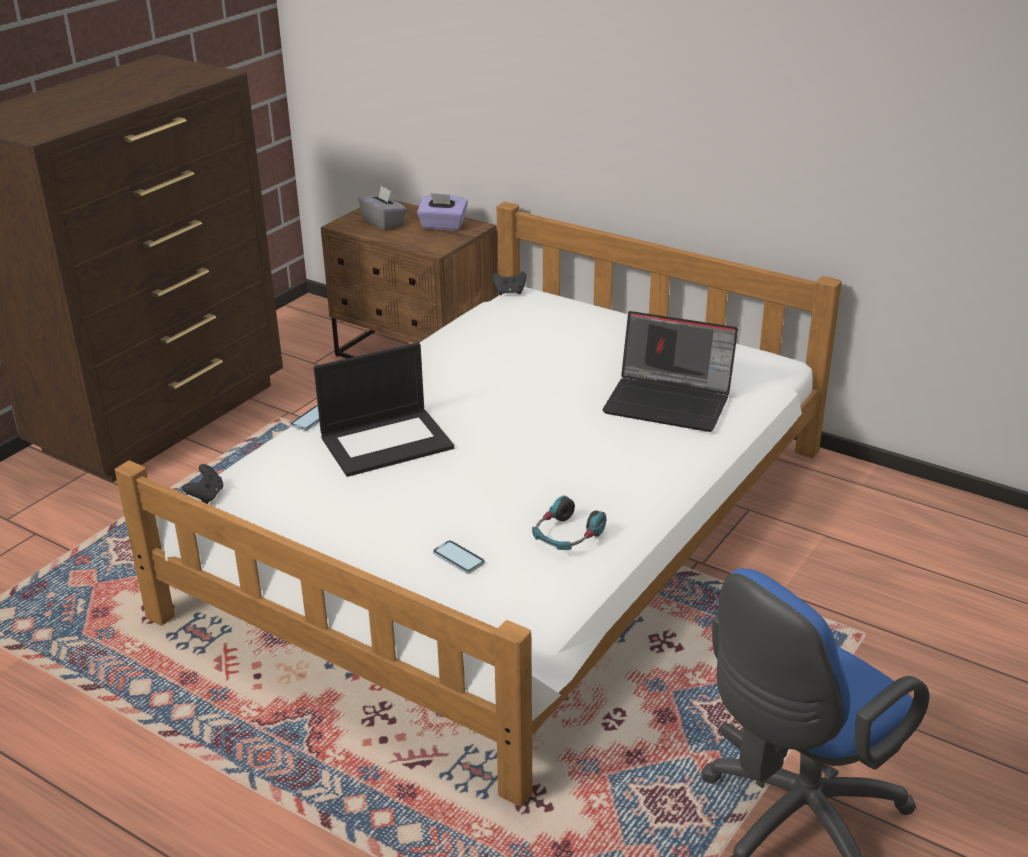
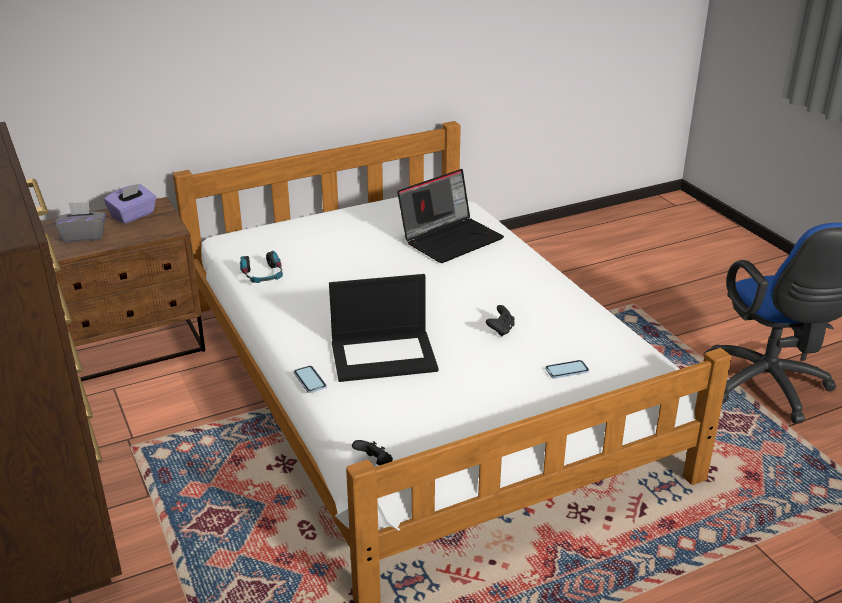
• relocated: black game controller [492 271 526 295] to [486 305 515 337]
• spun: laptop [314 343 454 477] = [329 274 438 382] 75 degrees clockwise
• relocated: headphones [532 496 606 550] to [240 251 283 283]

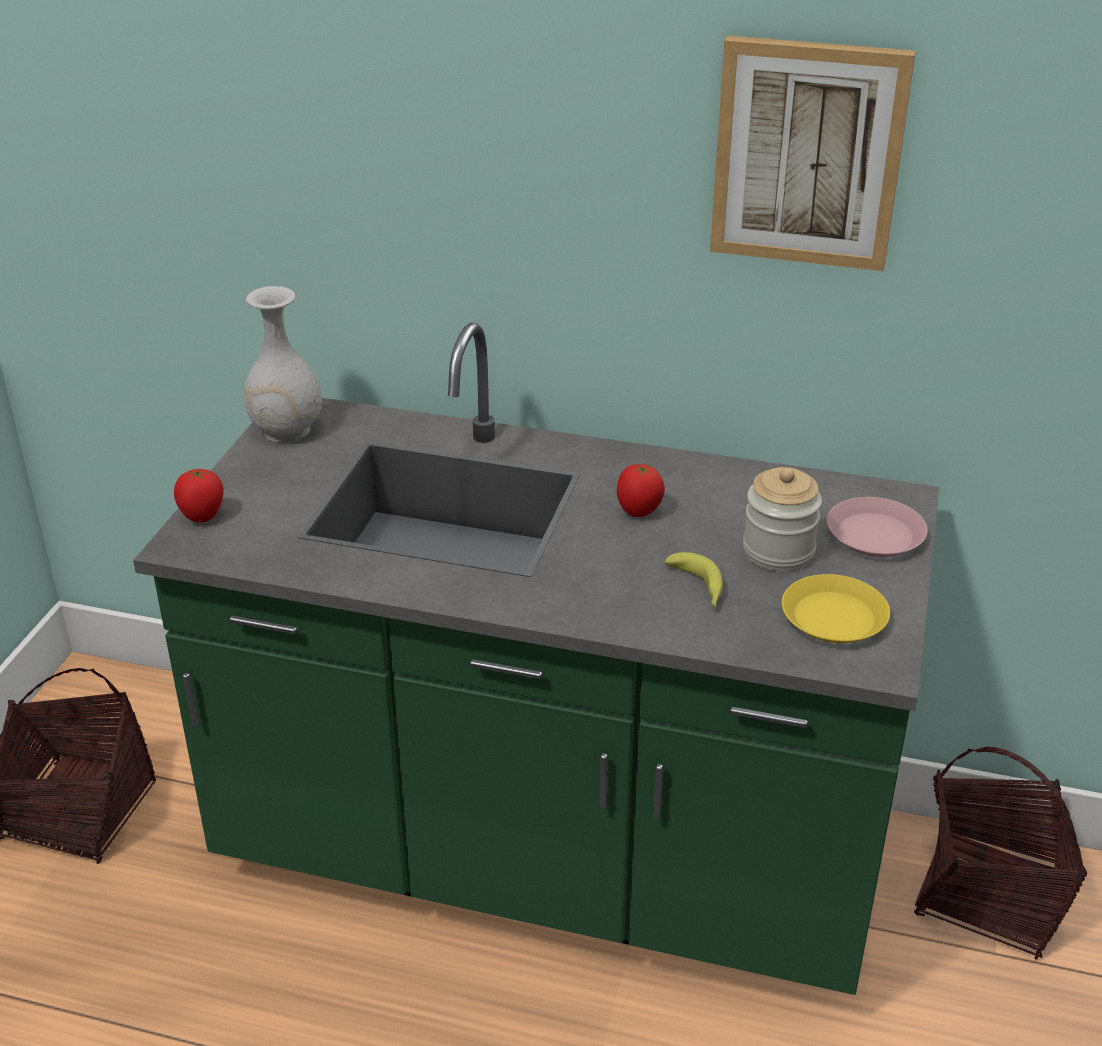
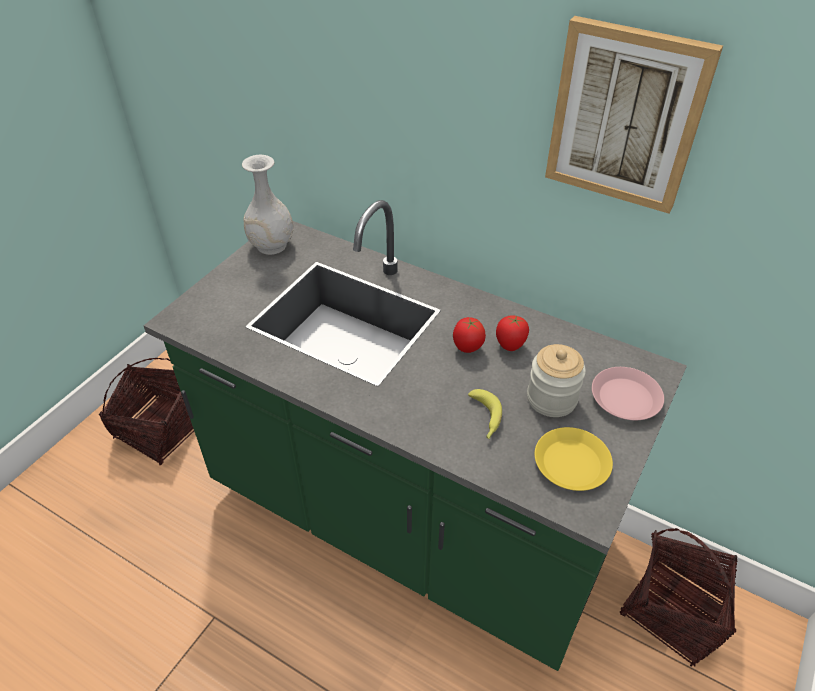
• relocated: tomato [174 468 223 523] to [496 315 529 351]

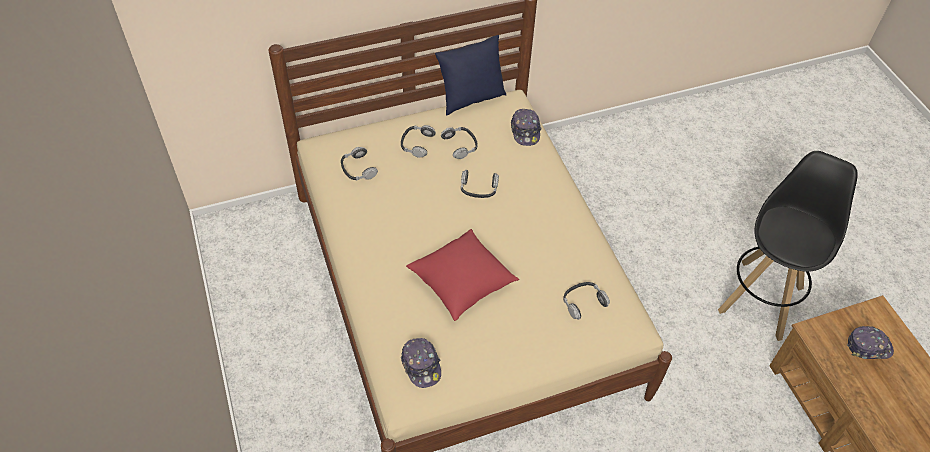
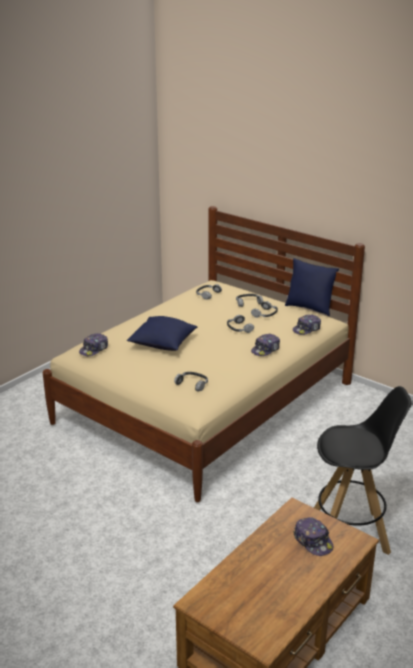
• colour: red pillow [406 229 519 321] to blue pillow [127 316 197 351]
• appeared: cap [251 334 280 356]

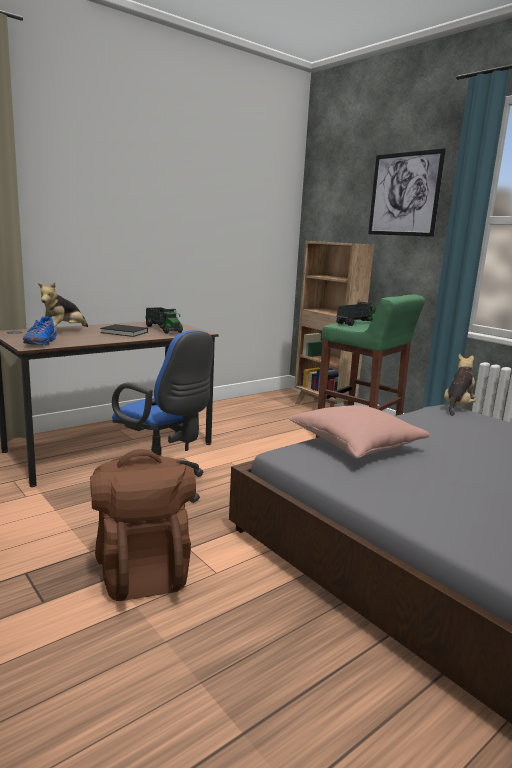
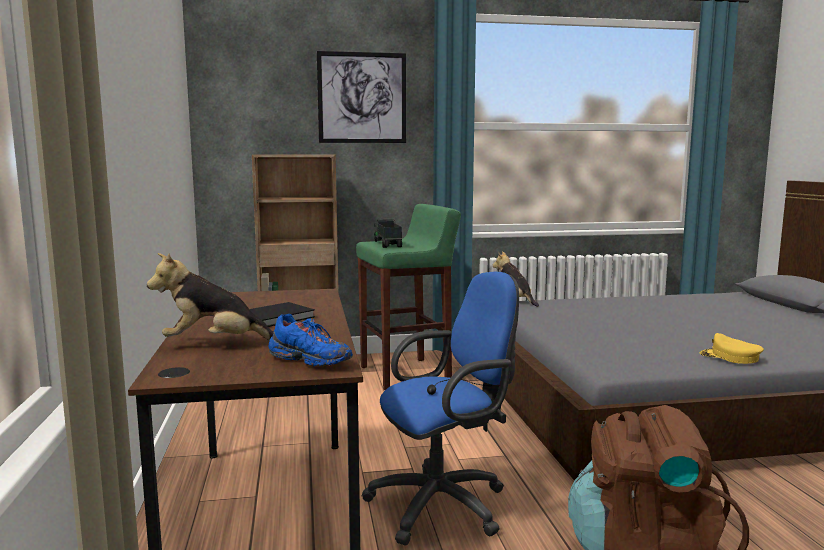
• spun: plush toy [38 282 88 327] = [147 253 274 340] 120 degrees clockwise
• missing: toy truck [145 307 183 334]
• missing: pink pillow [288 405 430 459]
• appeared: yellow cap [700 333 764 364]

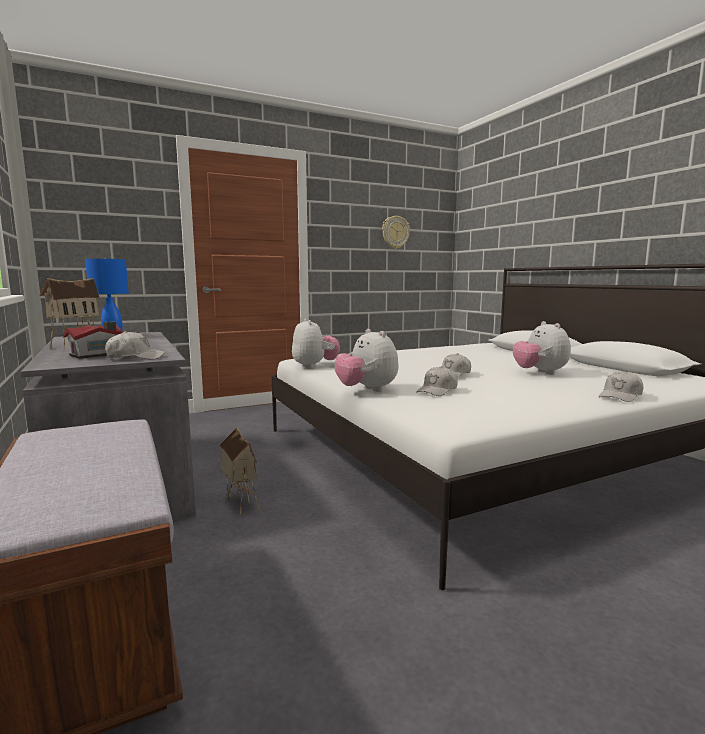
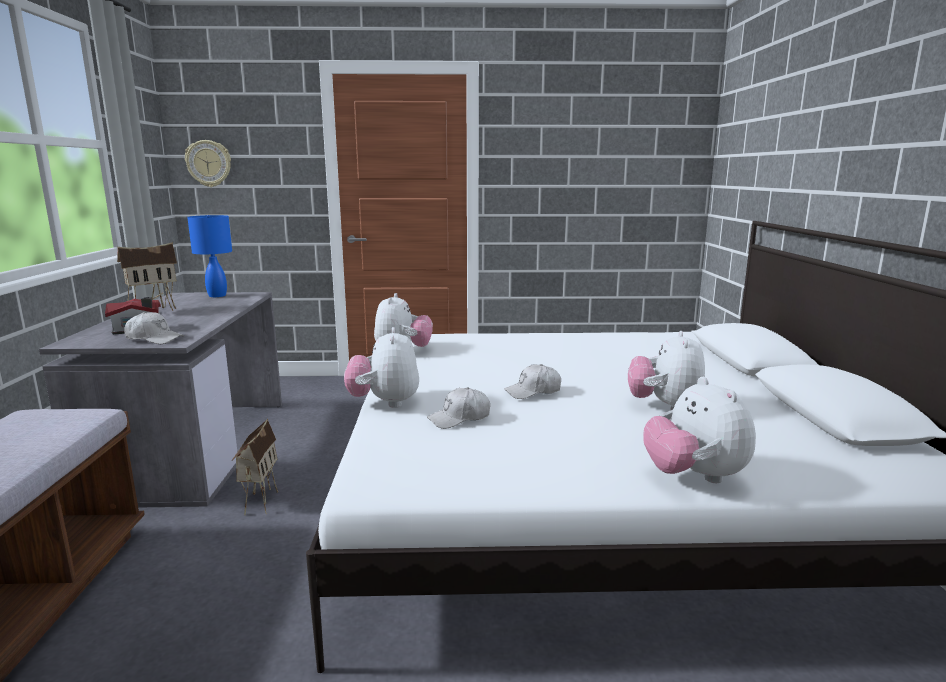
• relocated: wall clock [382 216 410 249] to [185 140 231 187]
• exchanged: white cap [599 371 643 402] to plush toy [643 377 756 483]

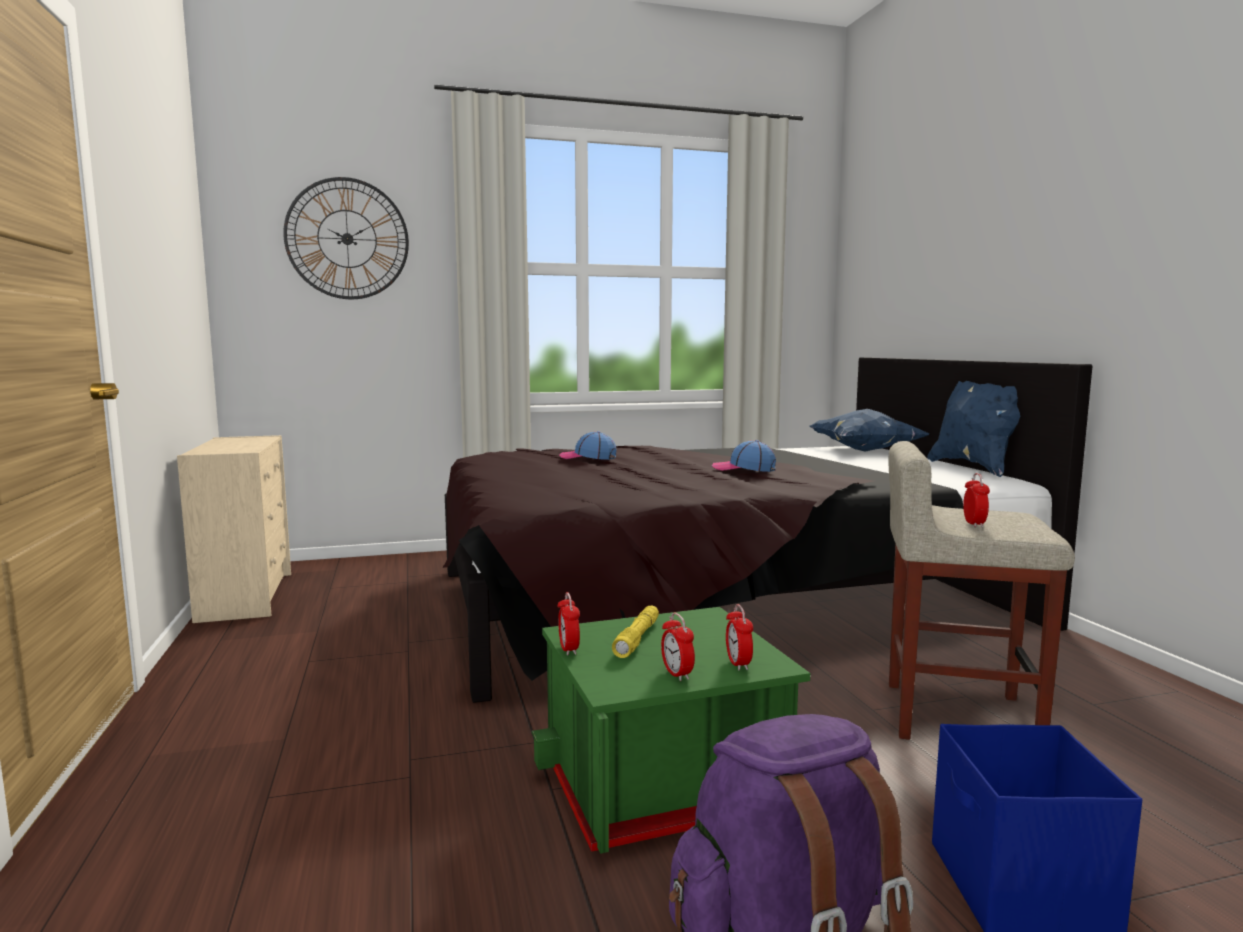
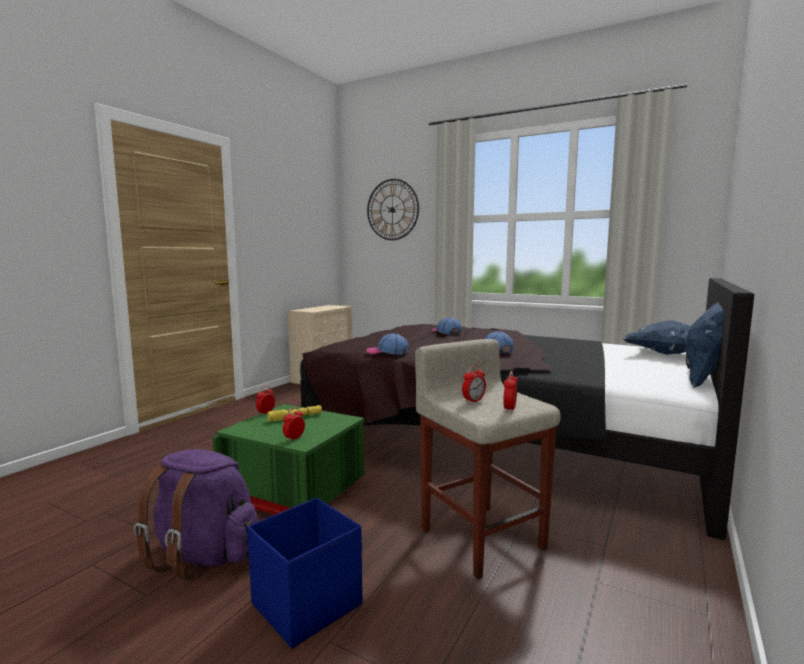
• relocated: alarm clock [661 613 695 681] to [503 371 518 412]
• appeared: cap [366 333 409 355]

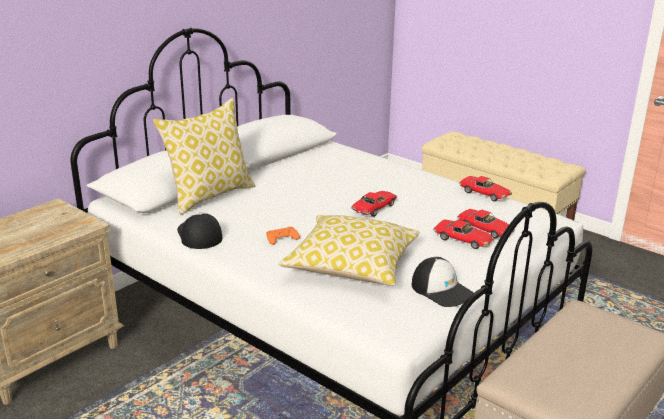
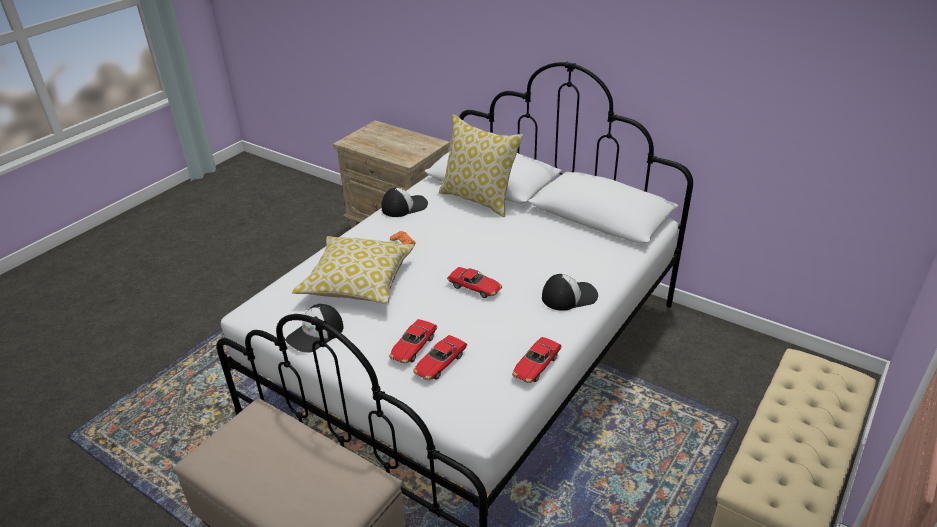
• appeared: cap [542 274 598 311]

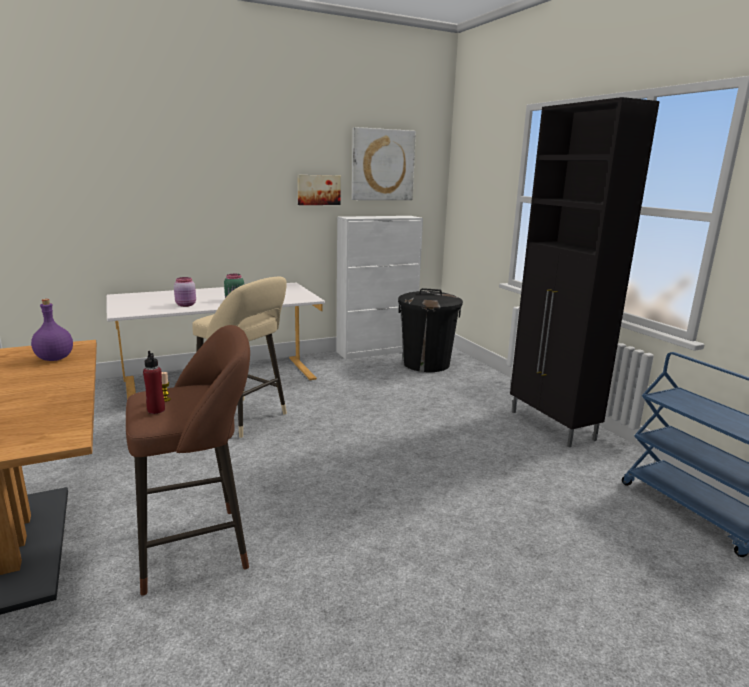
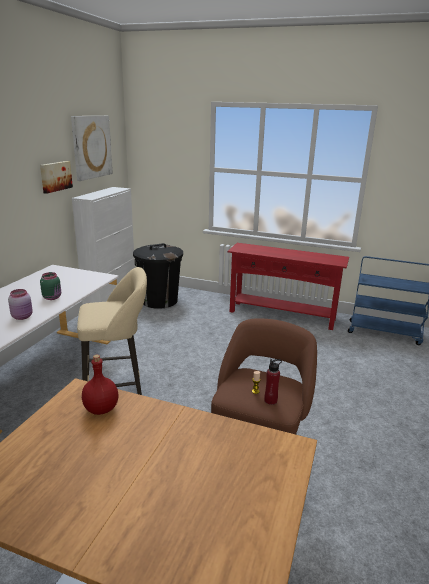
• exchanged: black cabinet [510 97 660 447] to red console table [227 243 349 330]
• colour: purple bottle [31 299 73 361] to red bottle [82 355 118 415]

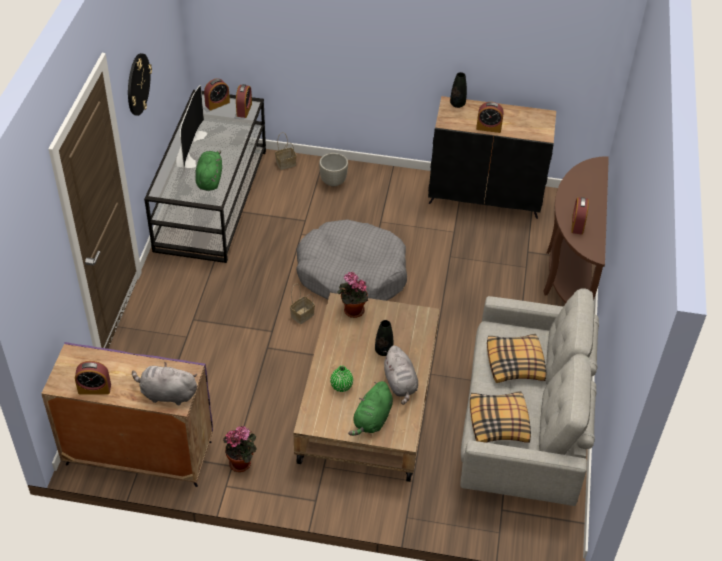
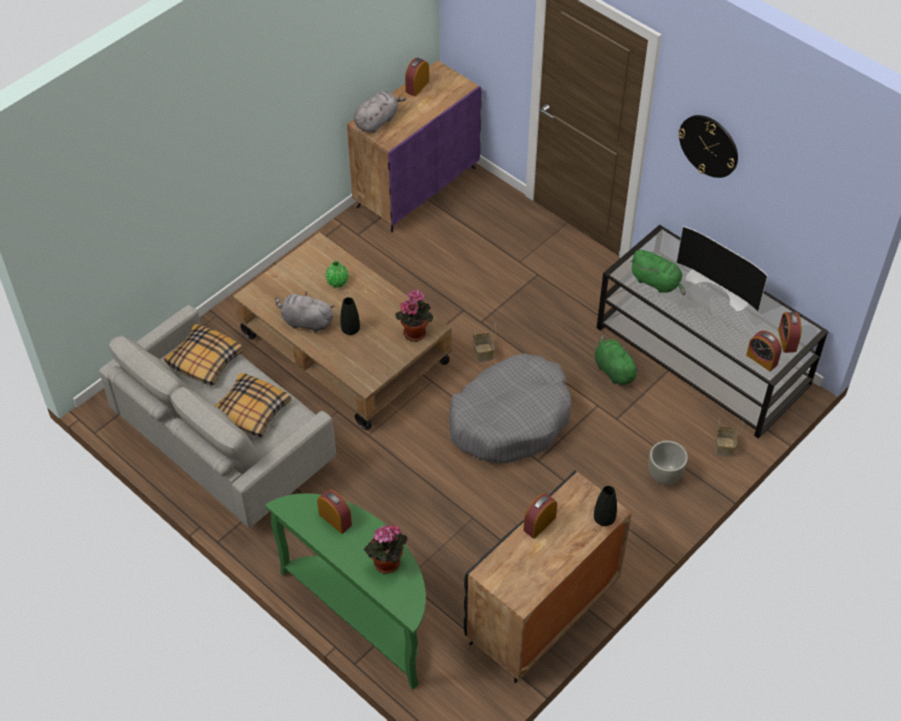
• colour: brown console table [543 156 609 303] to green console table [265 493 426 689]
• relocated: green plush toy [348 381 393 436] to [594 335 641 385]
• relocated: potted plant [223 426 257 472] to [364 524 407 574]

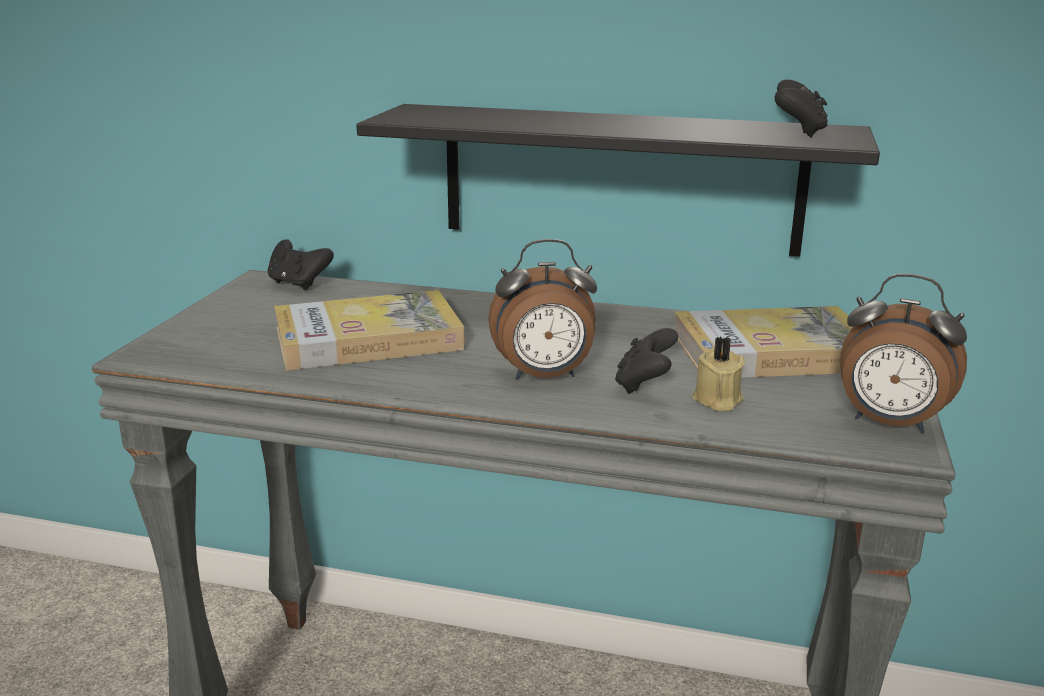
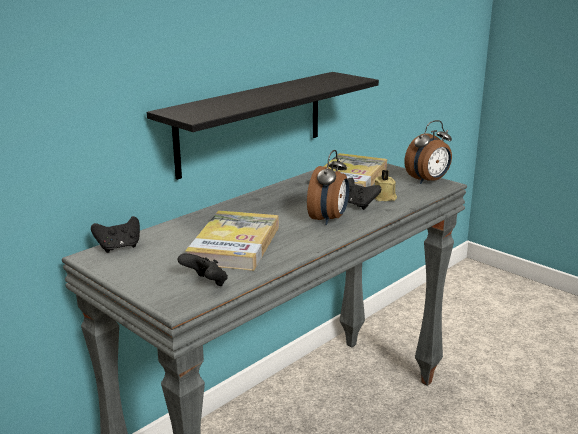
• relocated: black game controller [775 79 828 138] to [178 253 228 286]

